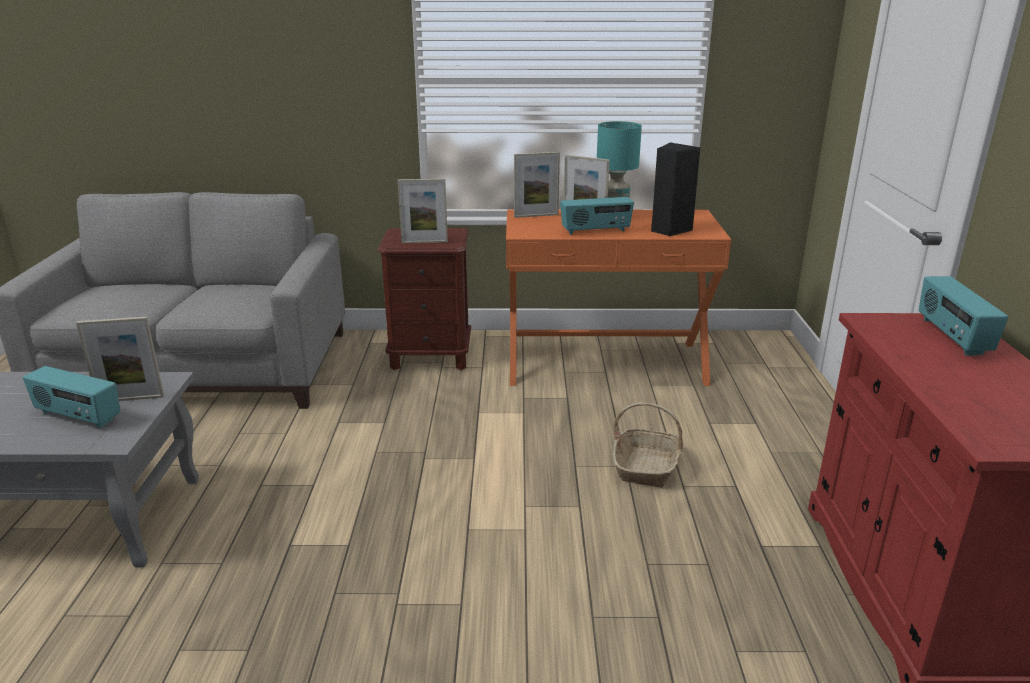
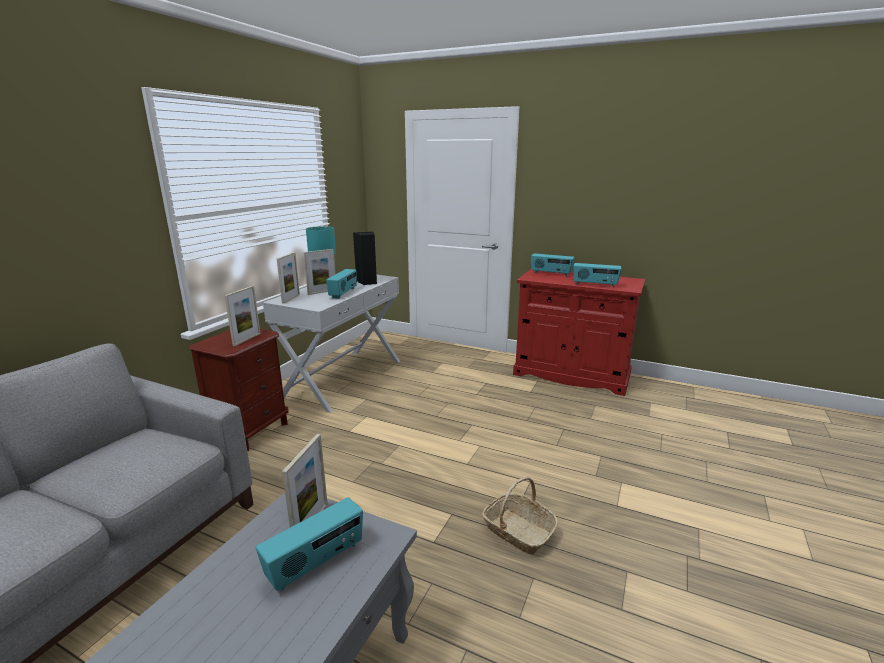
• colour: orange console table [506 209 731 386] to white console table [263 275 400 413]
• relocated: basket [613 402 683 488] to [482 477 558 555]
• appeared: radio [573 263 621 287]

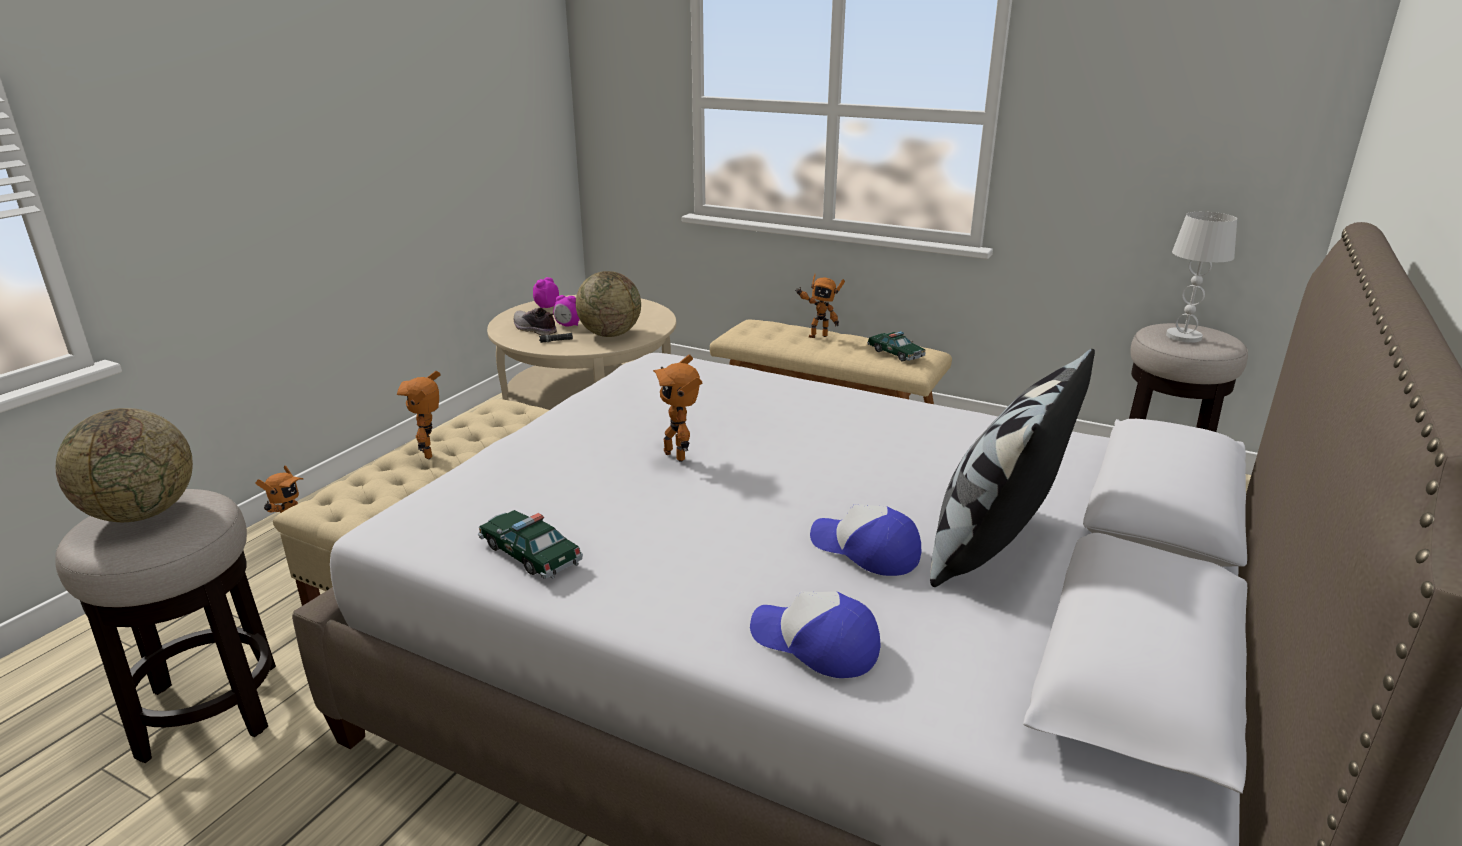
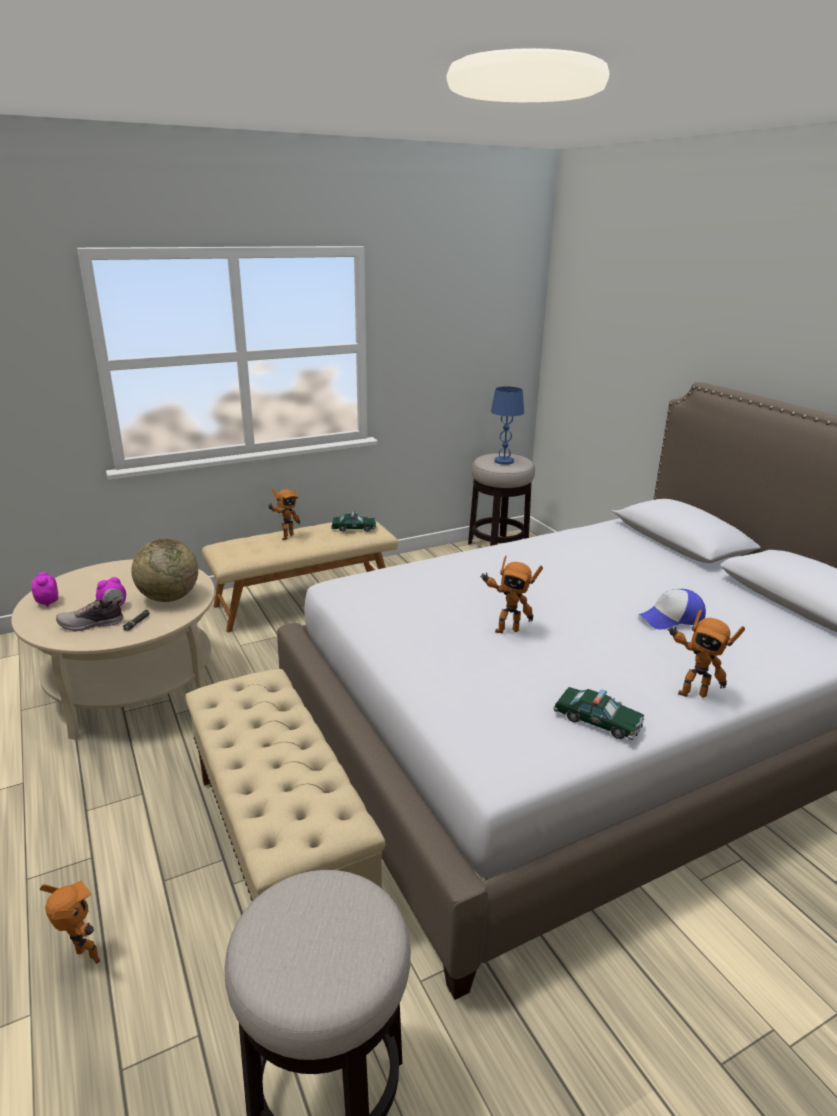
• colour: white table lamp [1166 212 1237 343] to blue table lamp [491 386 524 465]
• missing: pillow [930 349 1095 587]
• relocated: toy robot [397 371 441 459] to [667 609 745 697]
• missing: globe [56 408 193 522]
• spun: toy car [478 510 583 579] = [553 687 644 740] 135 degrees counterclockwise
• missing: cap [750 591 881 678]

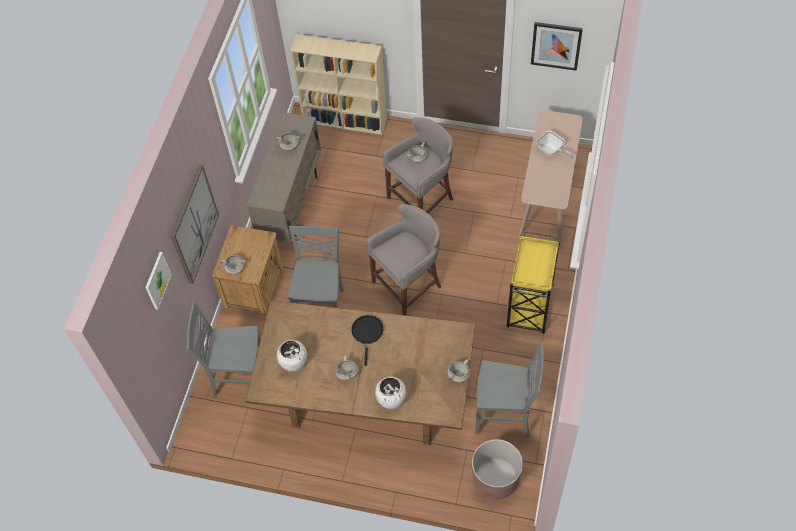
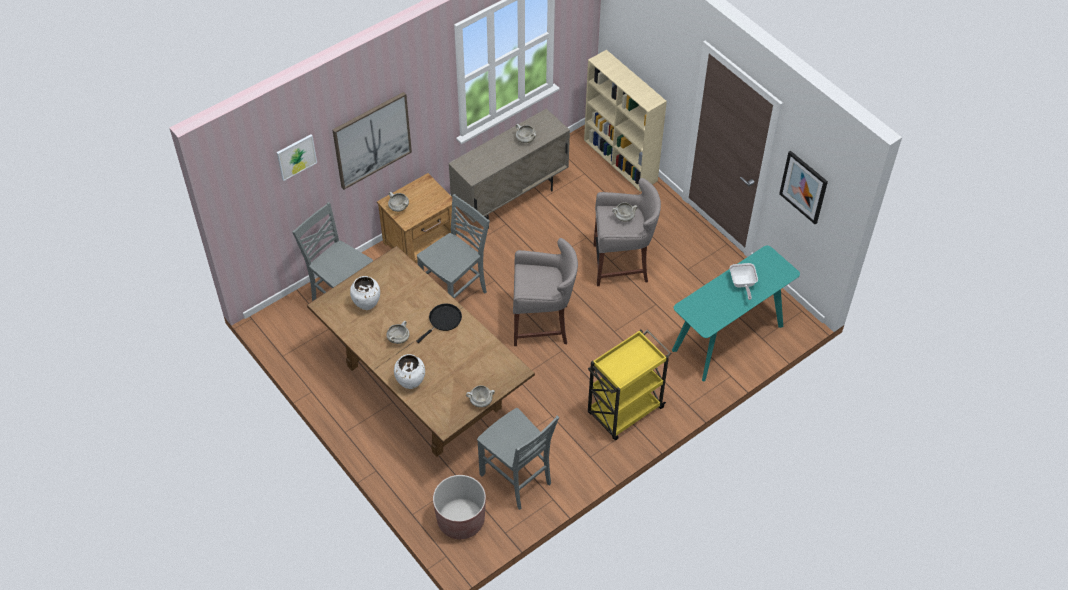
• colour: beige console table [518 110 583 245] to turquoise console table [672 246 800 381]

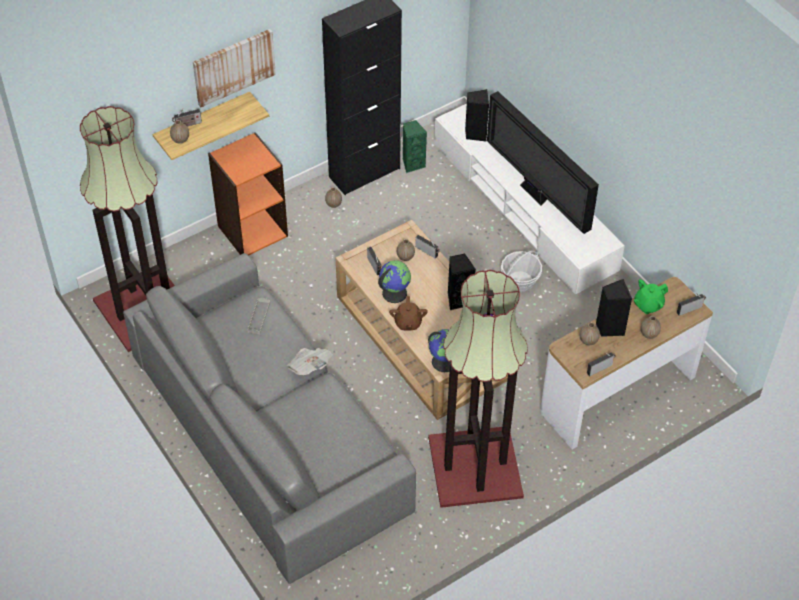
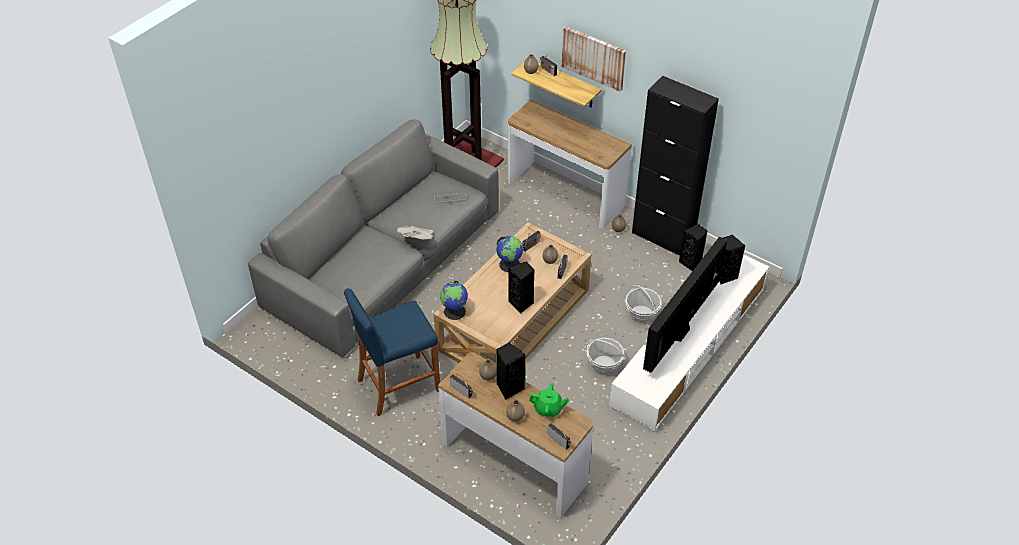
• colour: green speaker [403 120 427 173] to black speaker [679 224 708 271]
• exchanged: orange bookcase [208 132 288 256] to console table [508 99 632 228]
• exchanged: floor lamp [428 270 528 508] to blue stool [344 288 440 416]
• spun: green teapot [633 279 668 314] = [529 383 569 417] 150 degrees clockwise
• missing: brown teapot [389 296 428 331]
• appeared: basket [625 285 662 323]

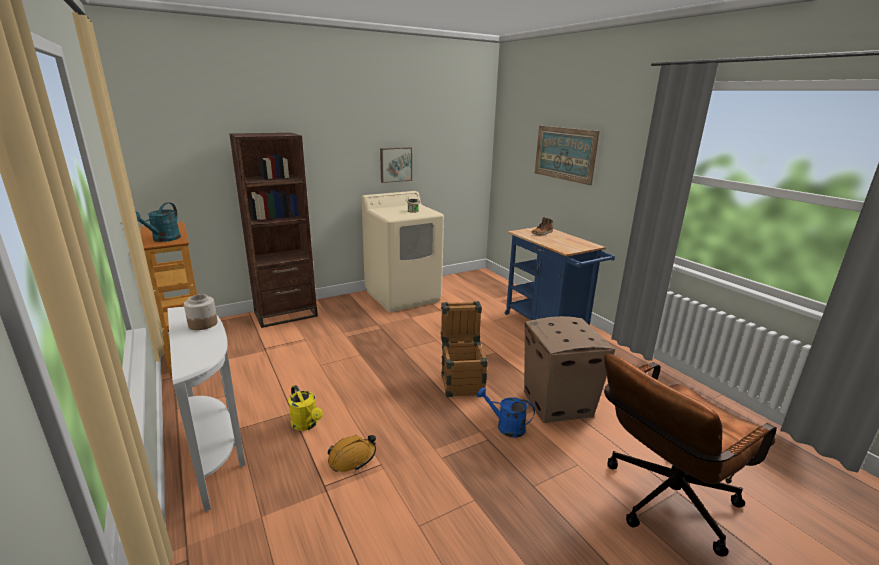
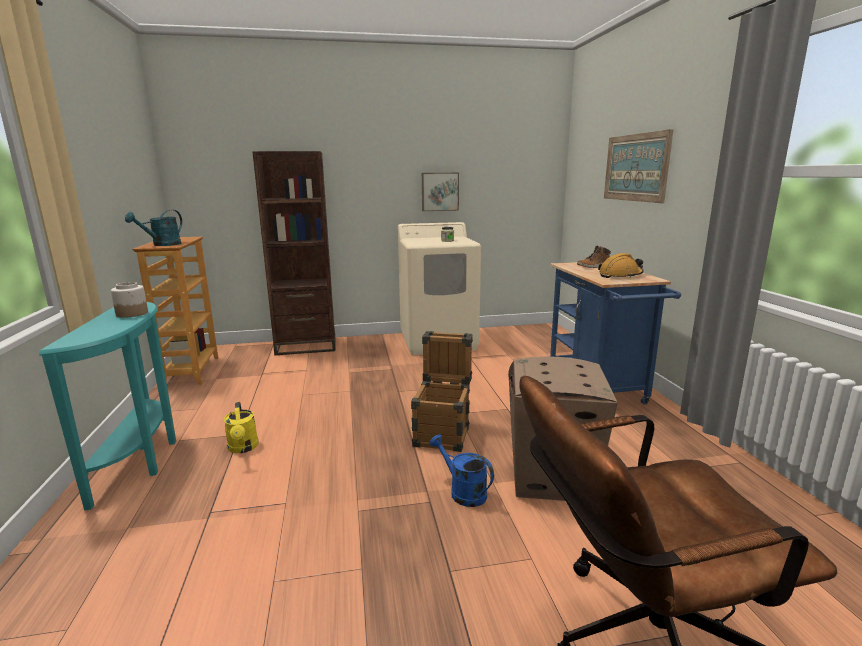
• colour: white console table [167 307 245 512] to turquoise console table [39 302 176 510]
• relocated: orange hard hat [328 435 376 472] to [598 253 644 278]

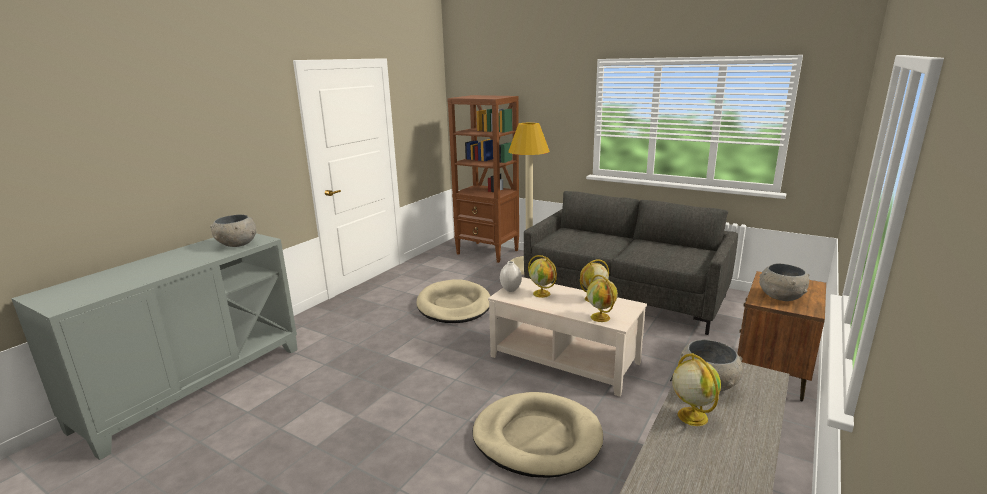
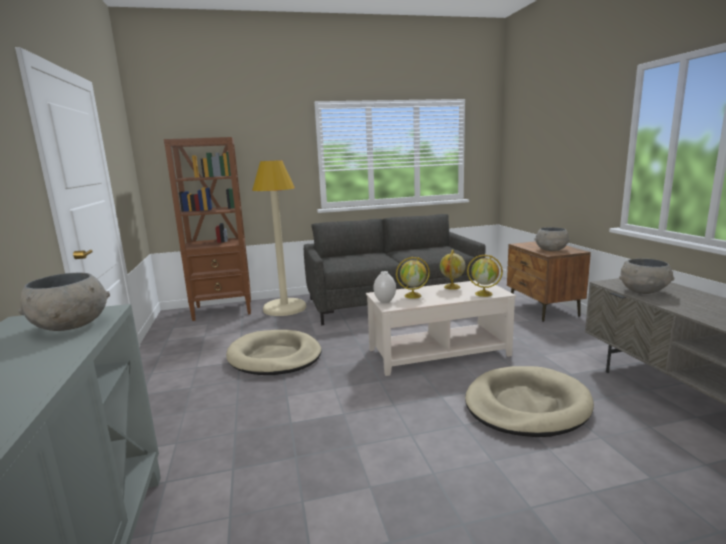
• missing: globe [672 353 721 426]

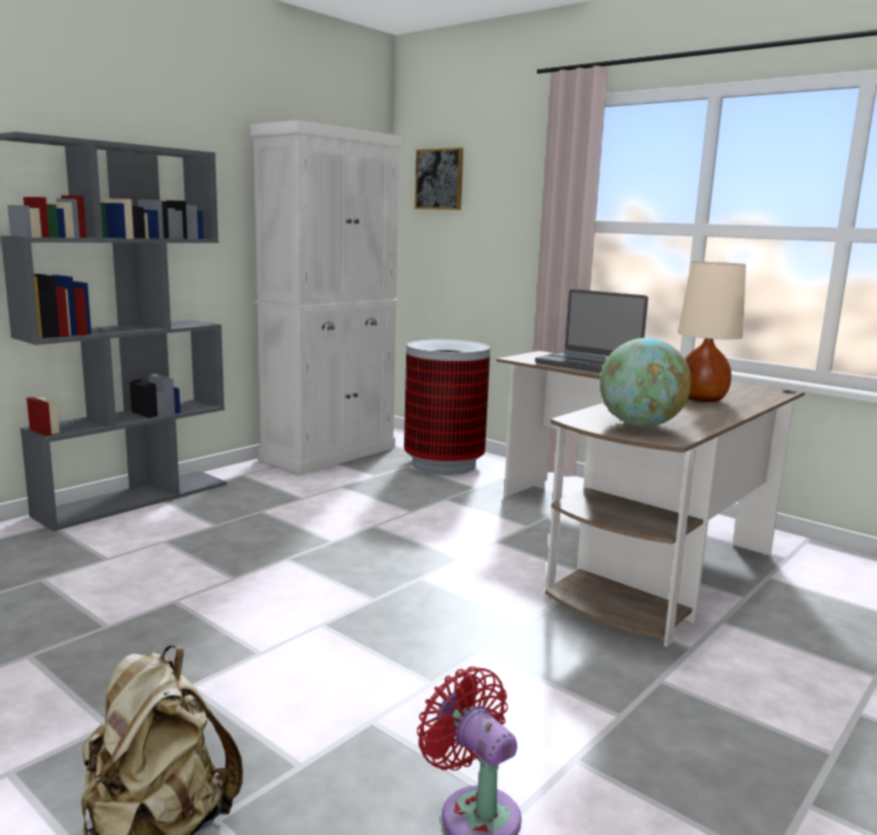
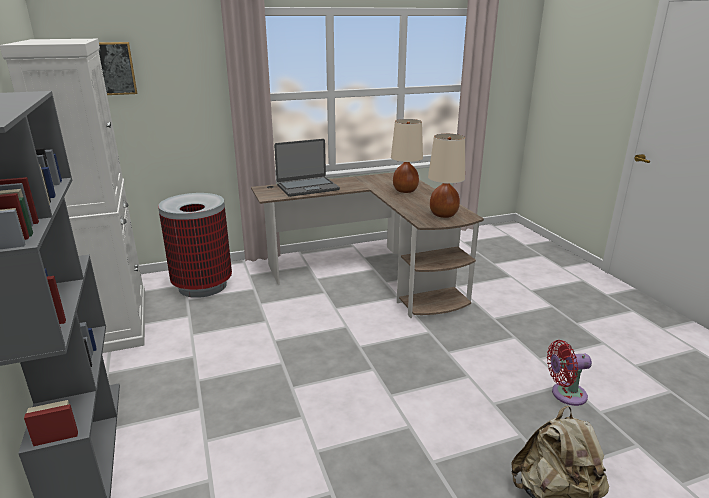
• exchanged: globe [600 338 692 427] to beige table lamp [428 134 465 218]

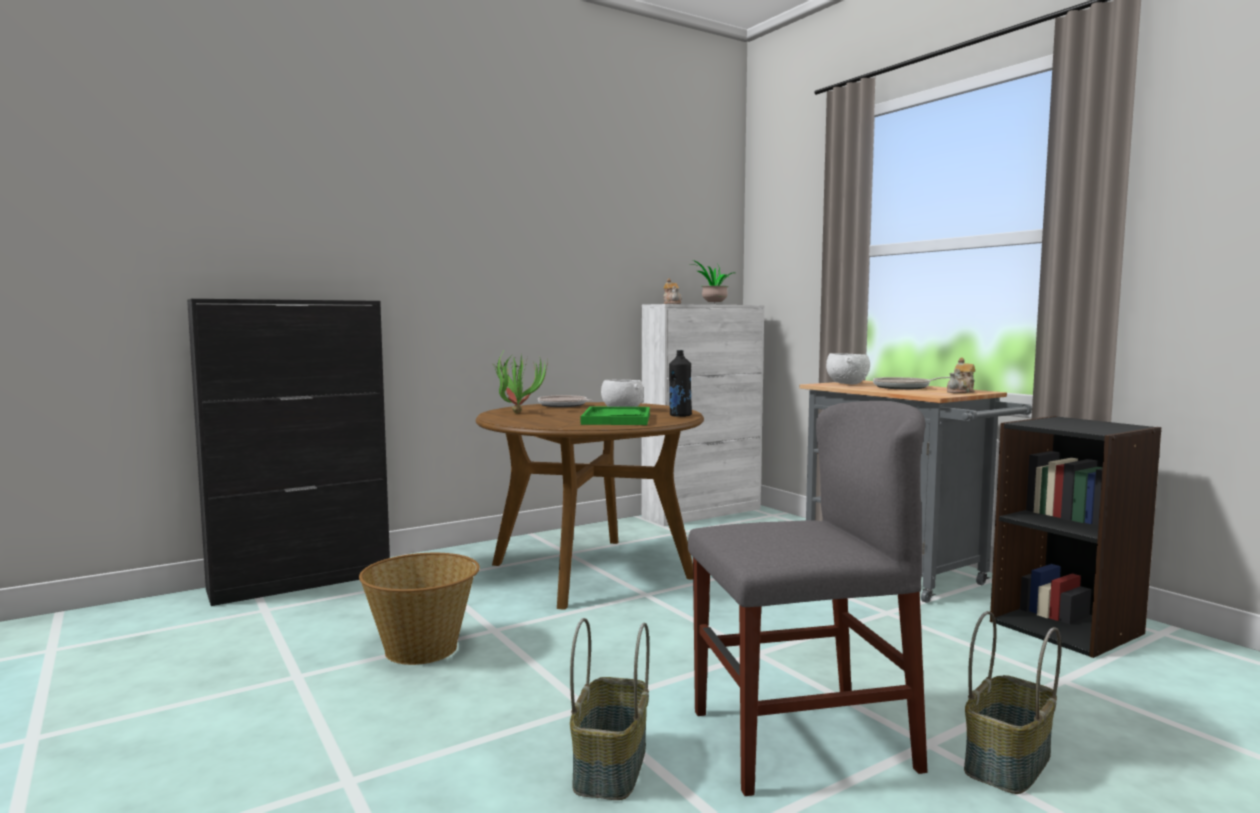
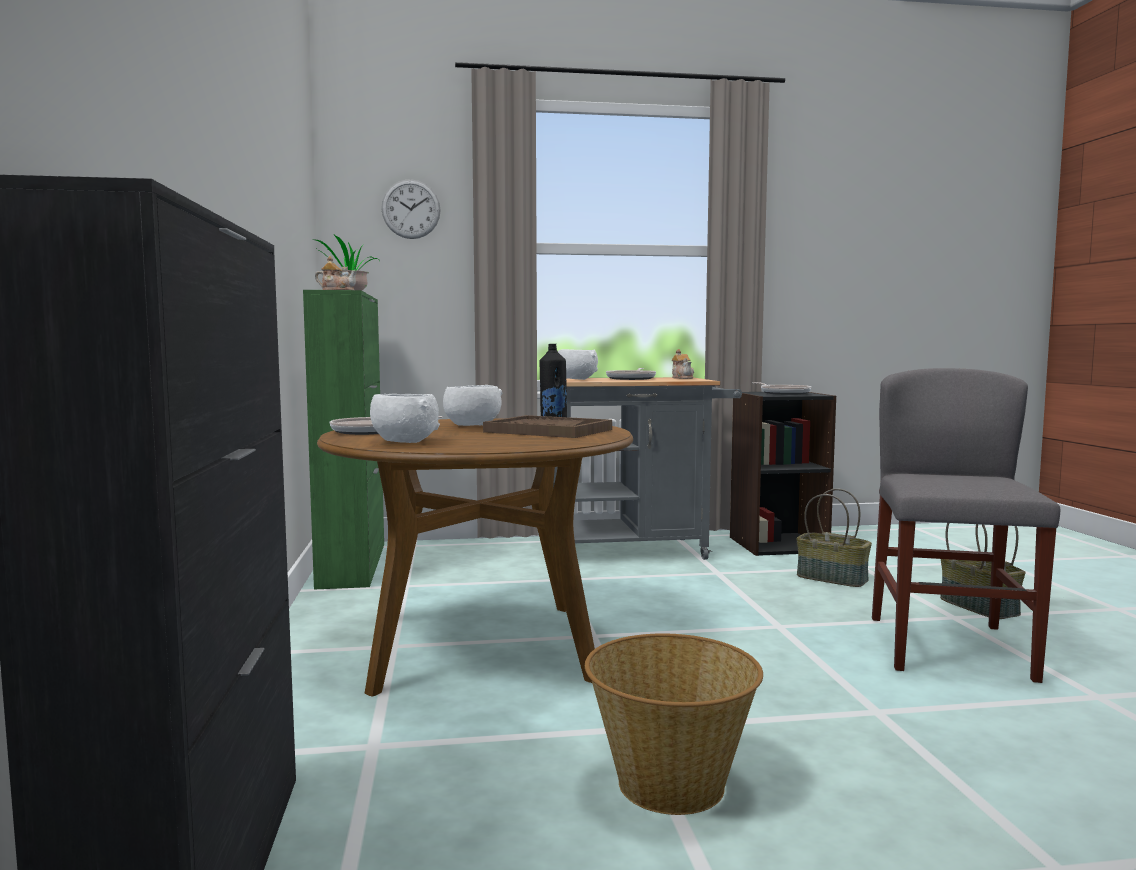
• colour: white cabinet [641 304 765 526] to green cabinet [303 290 384 590]
• exchanged: potted plant [492 351 548 413] to white bowl [370 394 440 443]
• colour: green tray [581 407 650 425] to brown tray [483 415 612 438]
• relocated: basket [570 618 649 800] to [796 489 872 587]
• appeared: wall clock [381 179 441 239]
• appeared: frying pan [753 382 811 395]

